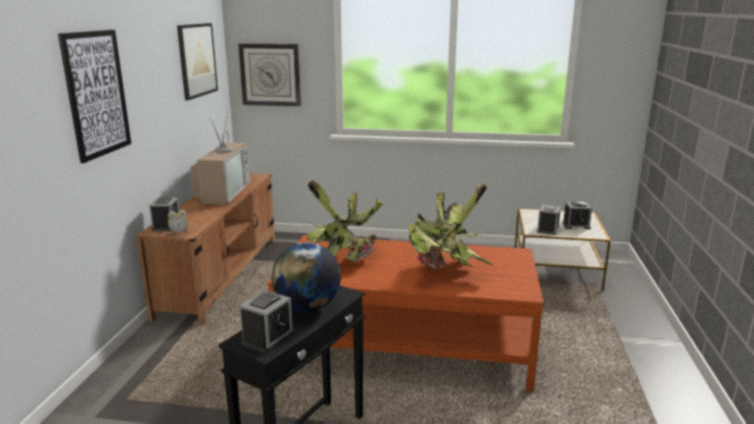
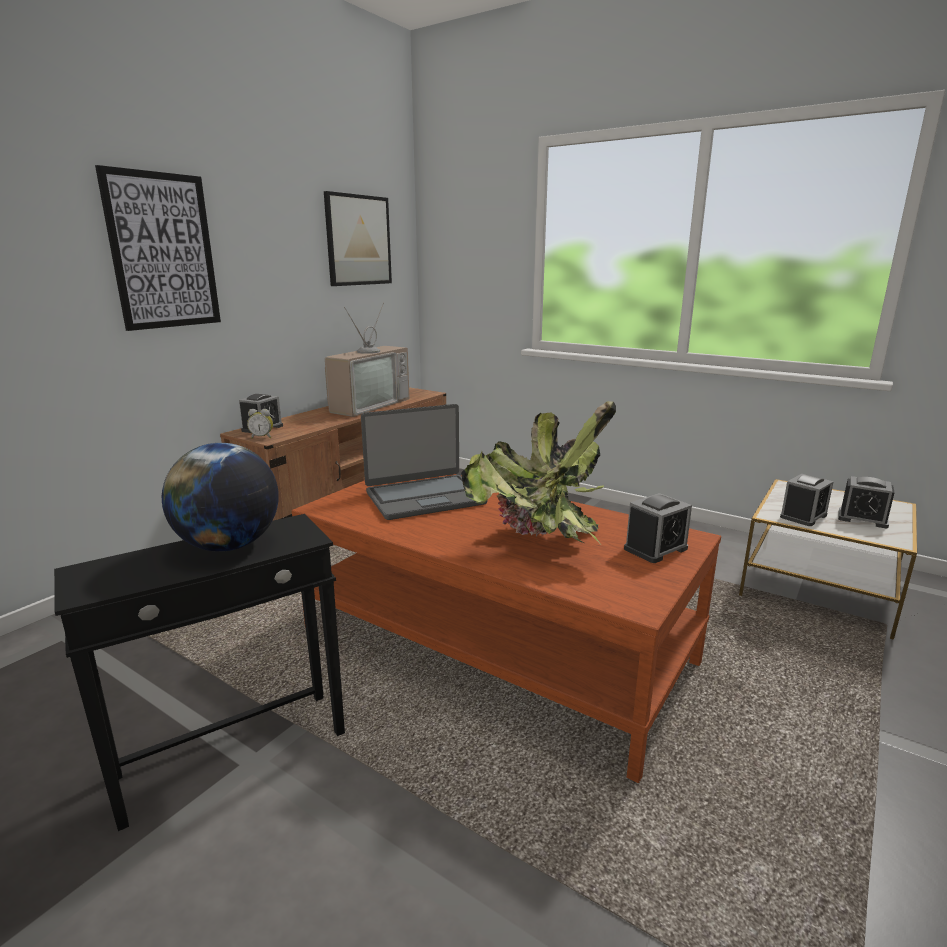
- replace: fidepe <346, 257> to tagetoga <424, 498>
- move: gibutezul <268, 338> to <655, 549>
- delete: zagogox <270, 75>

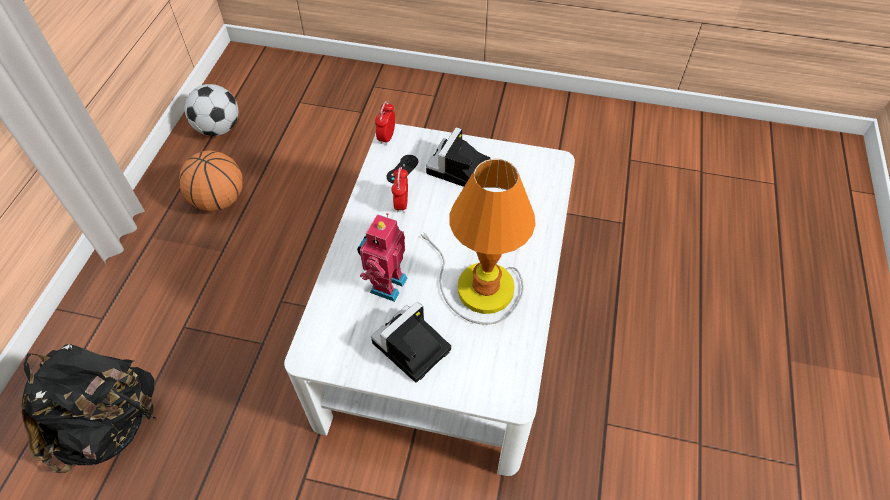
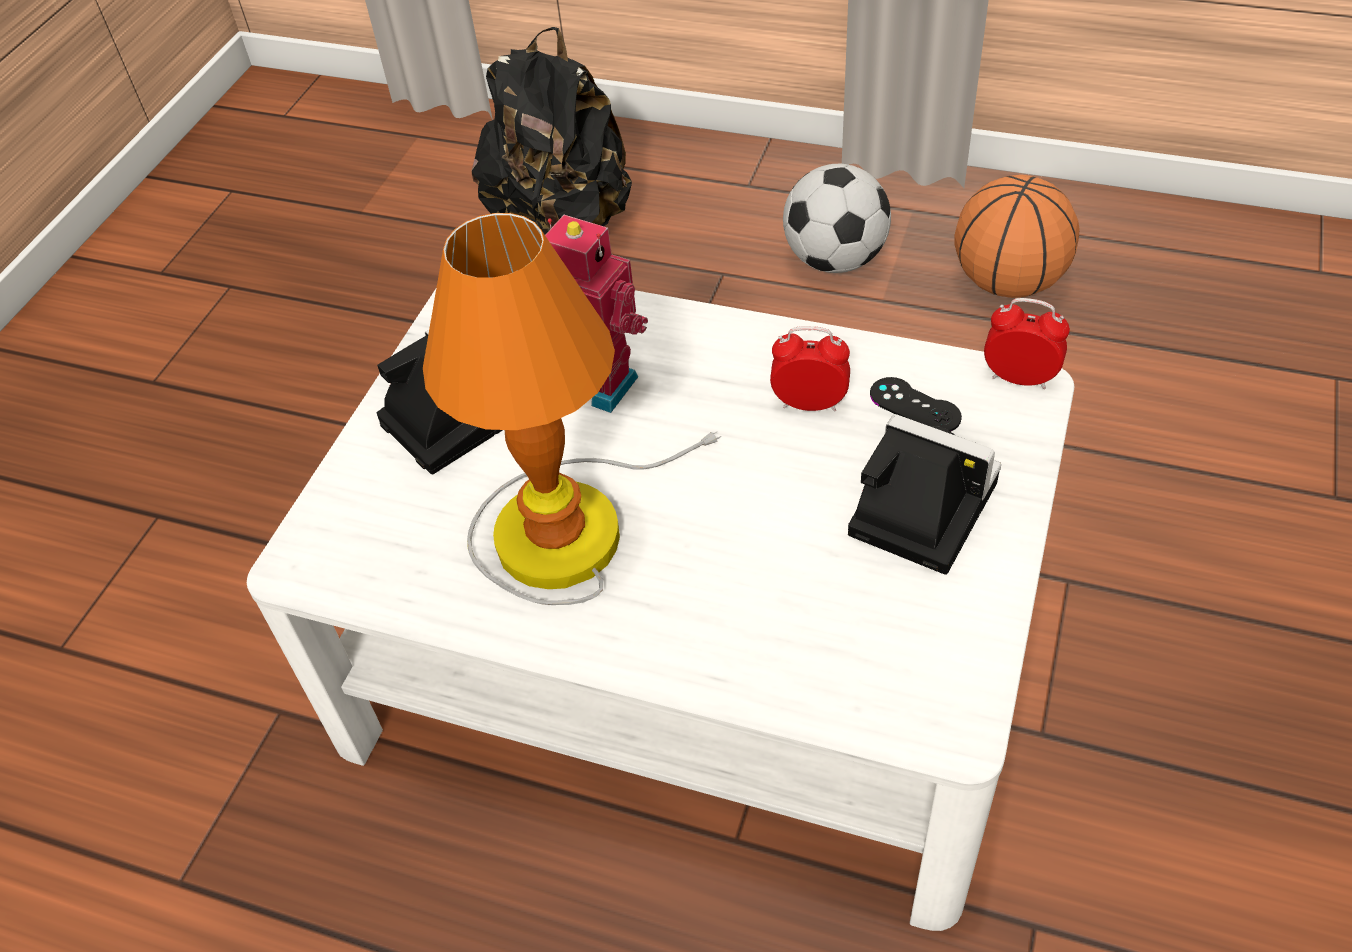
- move: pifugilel <218, 128> to <835, 260>

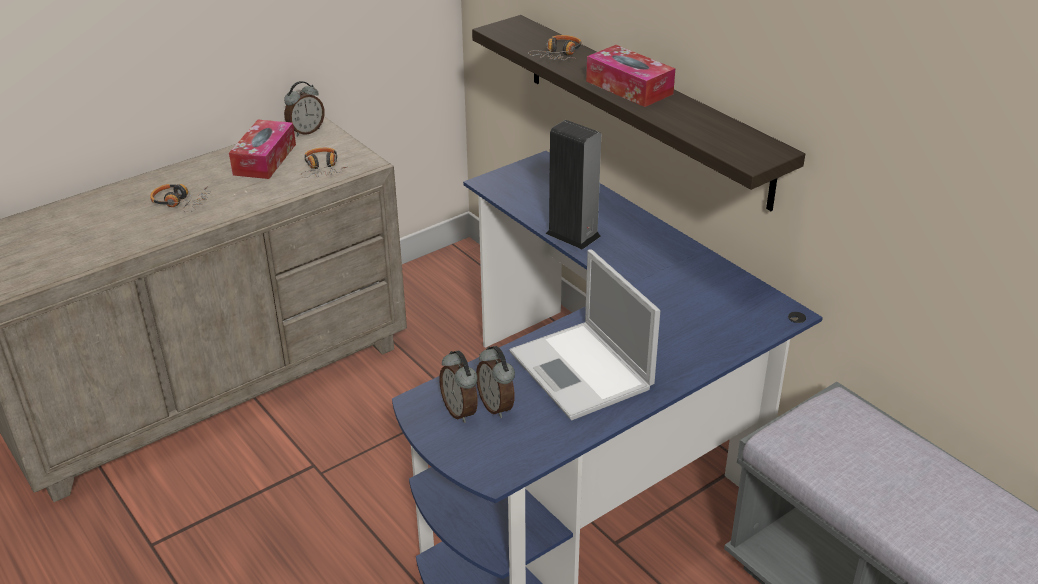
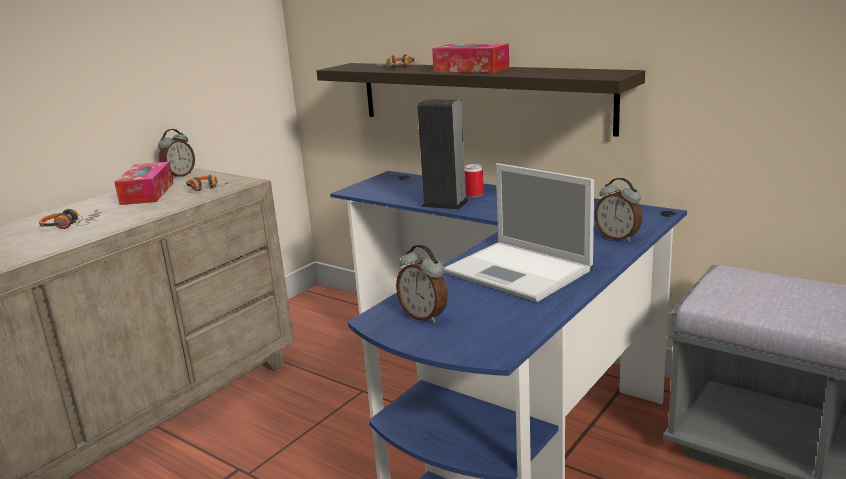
- insert: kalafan <474, 195>
- move: gibutezul <497, 406> to <618, 237>

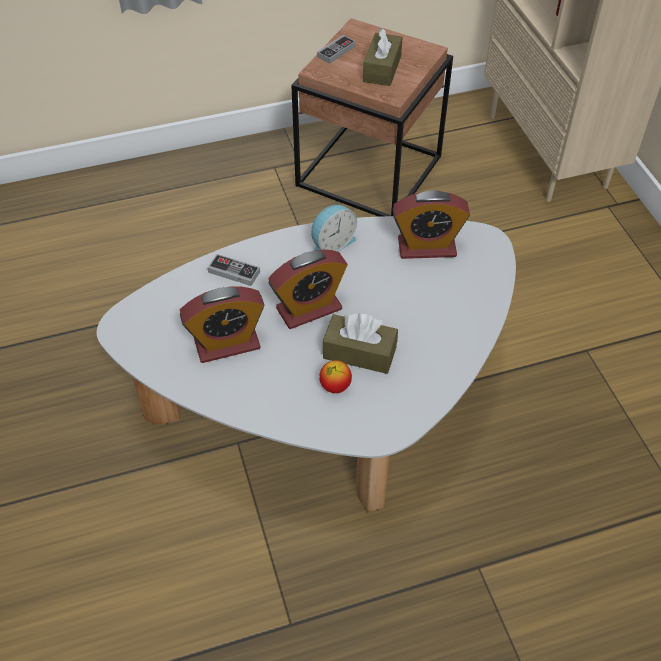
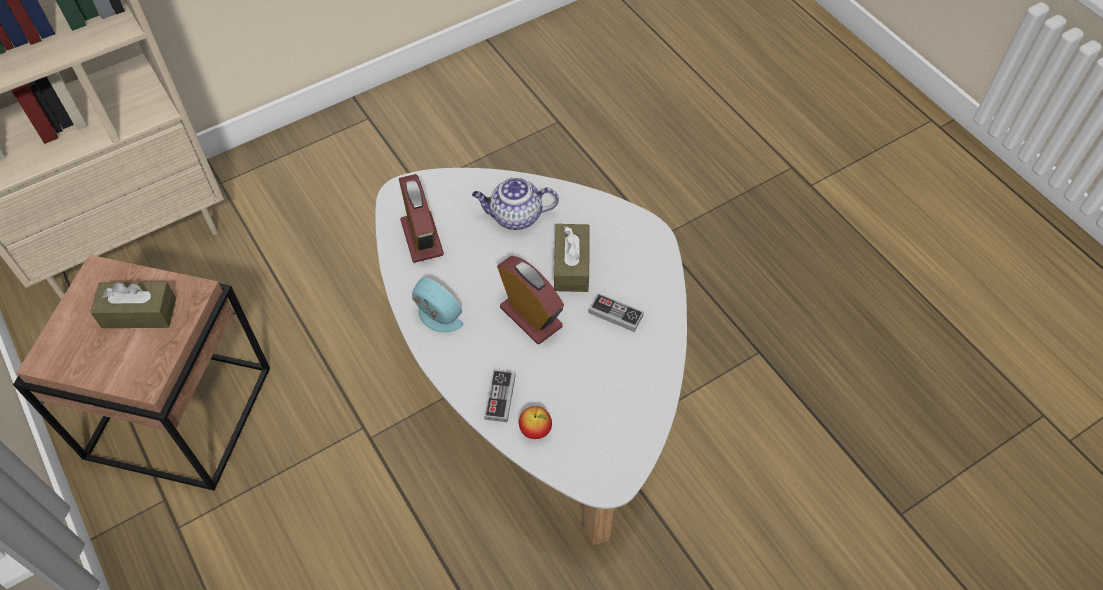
- insert: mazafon <515, 217>
- move: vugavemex <335, 386> to <535, 430>
- move: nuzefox <336, 51> to <615, 314>
- delete: gibutezul <227, 344>

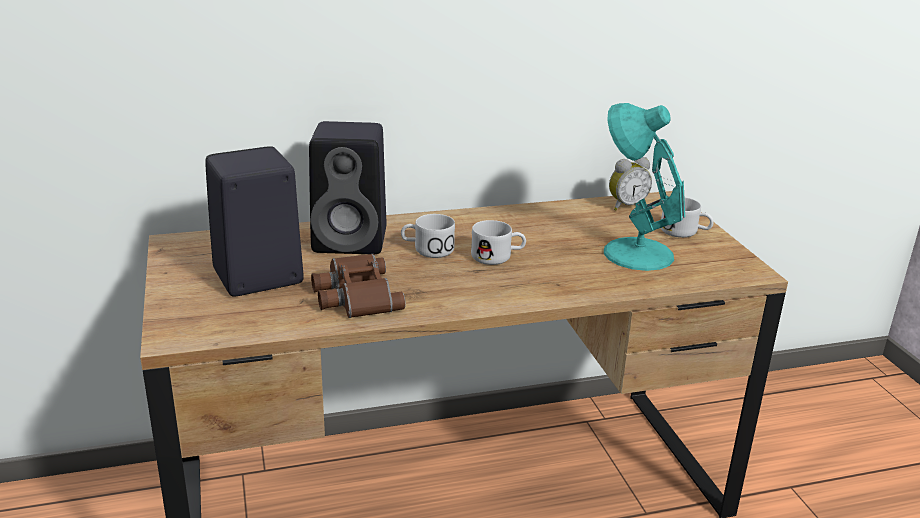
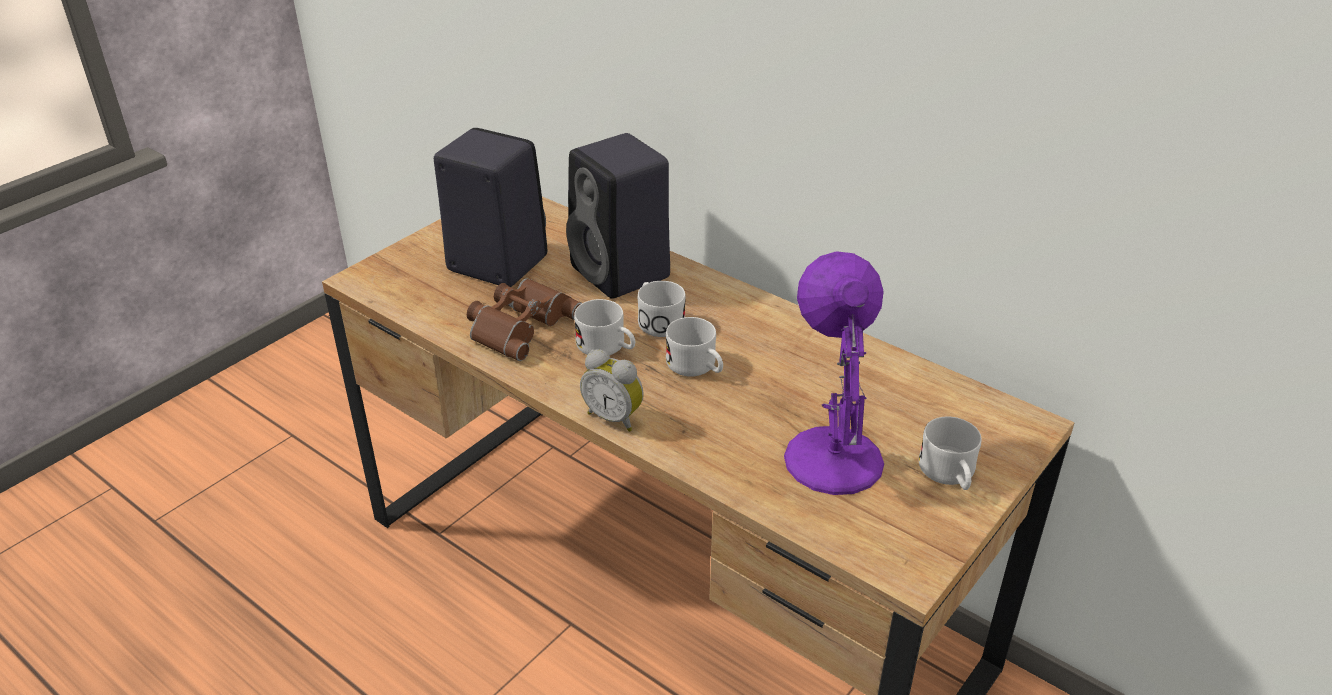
- insert: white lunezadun <607, 347>
- move: gibutezul <626, 206> to <615, 417>
- recolor: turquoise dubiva <634, 253> to purple dubiva <831, 456>

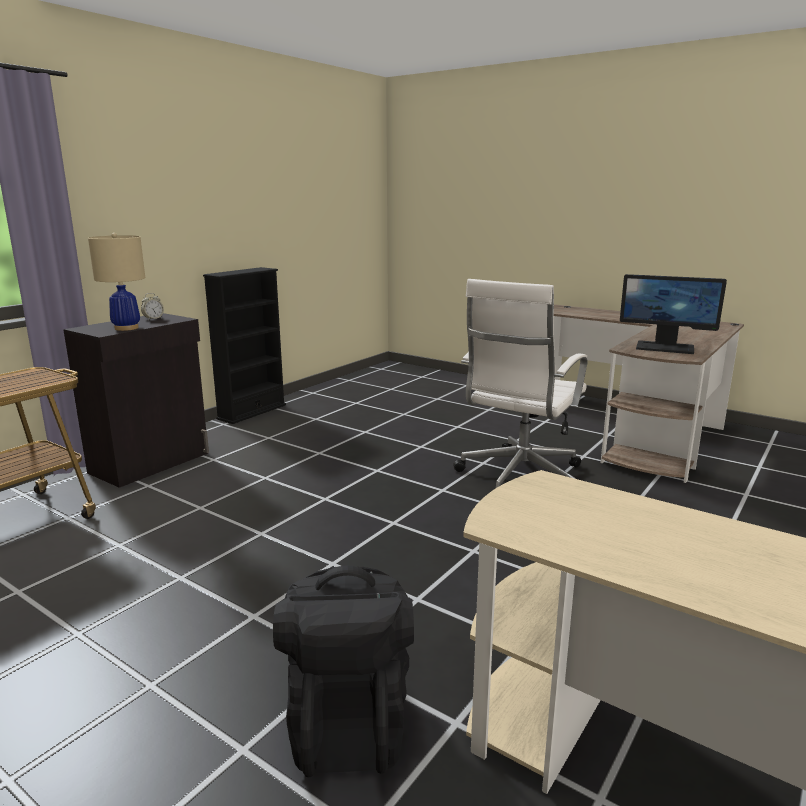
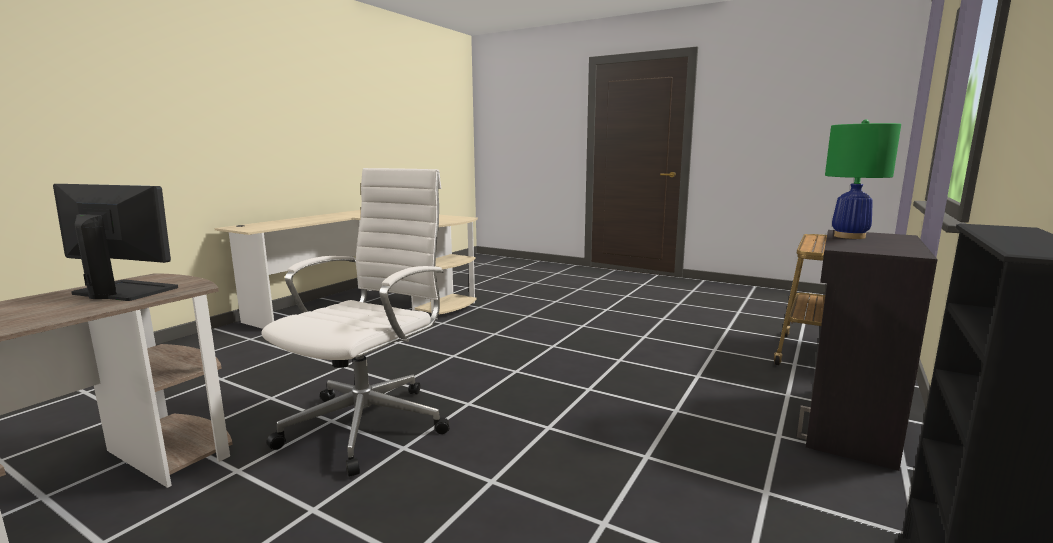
- recolor: beige dubiva <126, 328> to green dubiva <849, 236>
- delete: gibutezul <153, 319>
- delete: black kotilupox <348, 721>

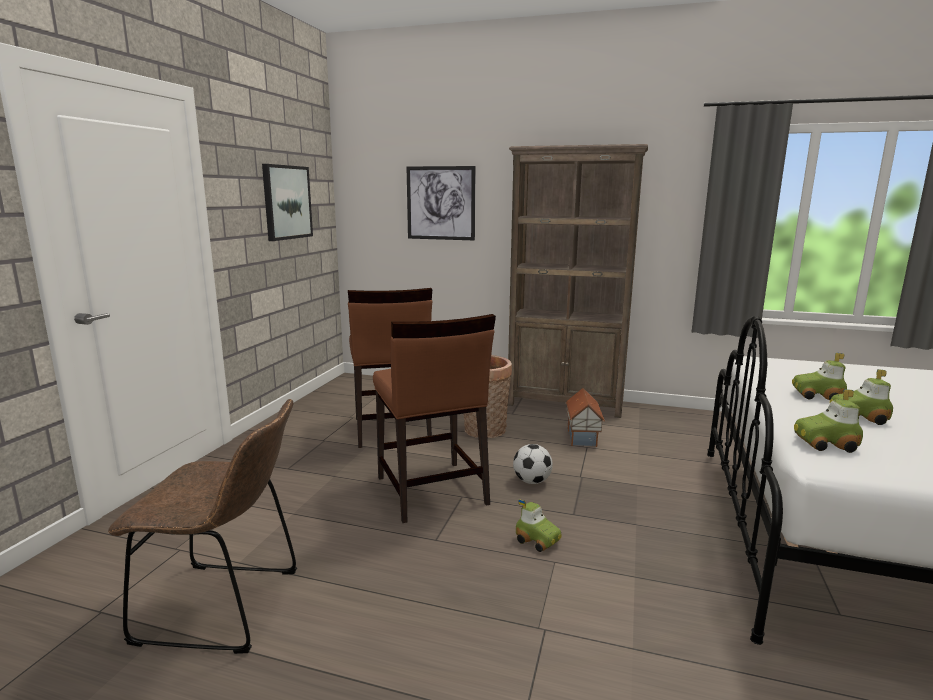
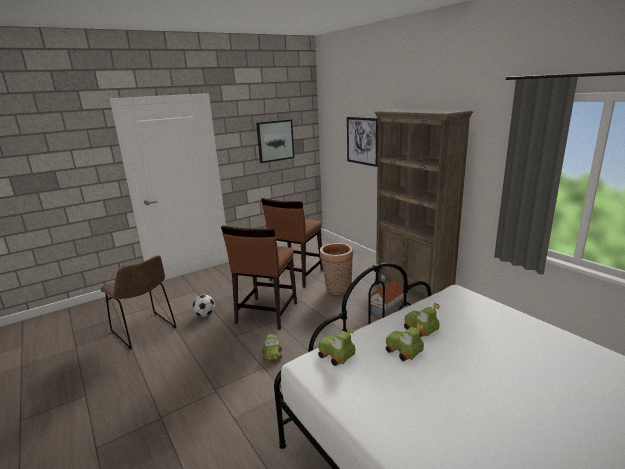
- move: pifugilel <532, 481> to <205, 314>

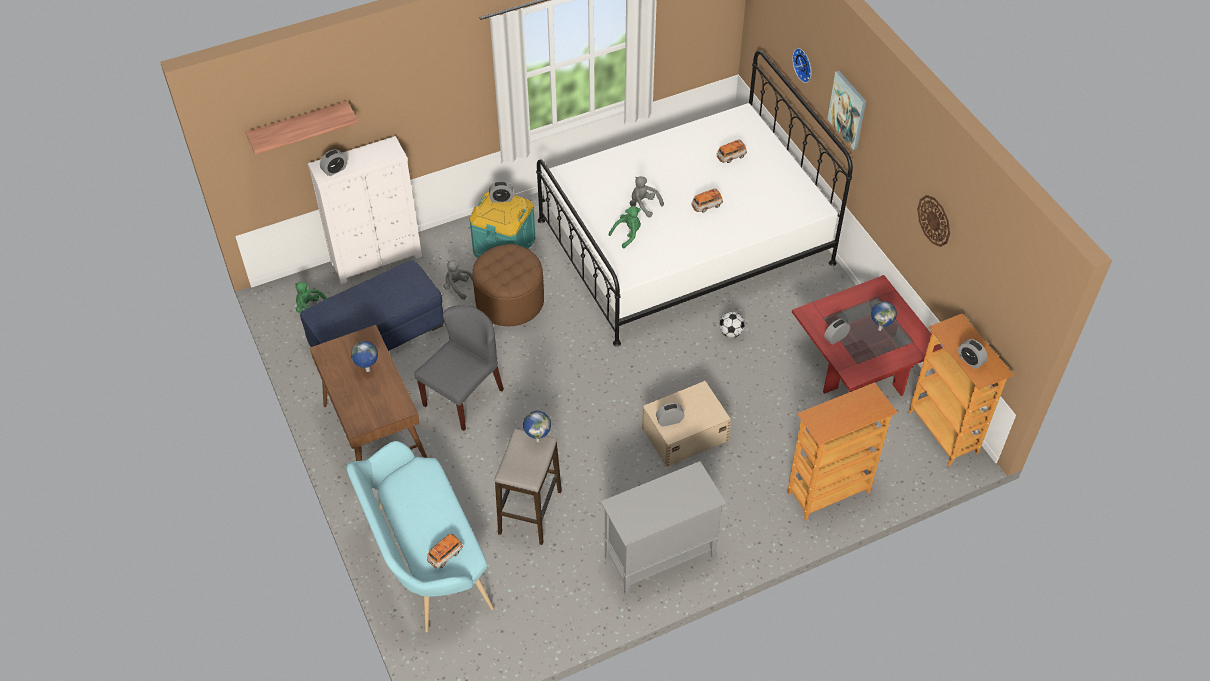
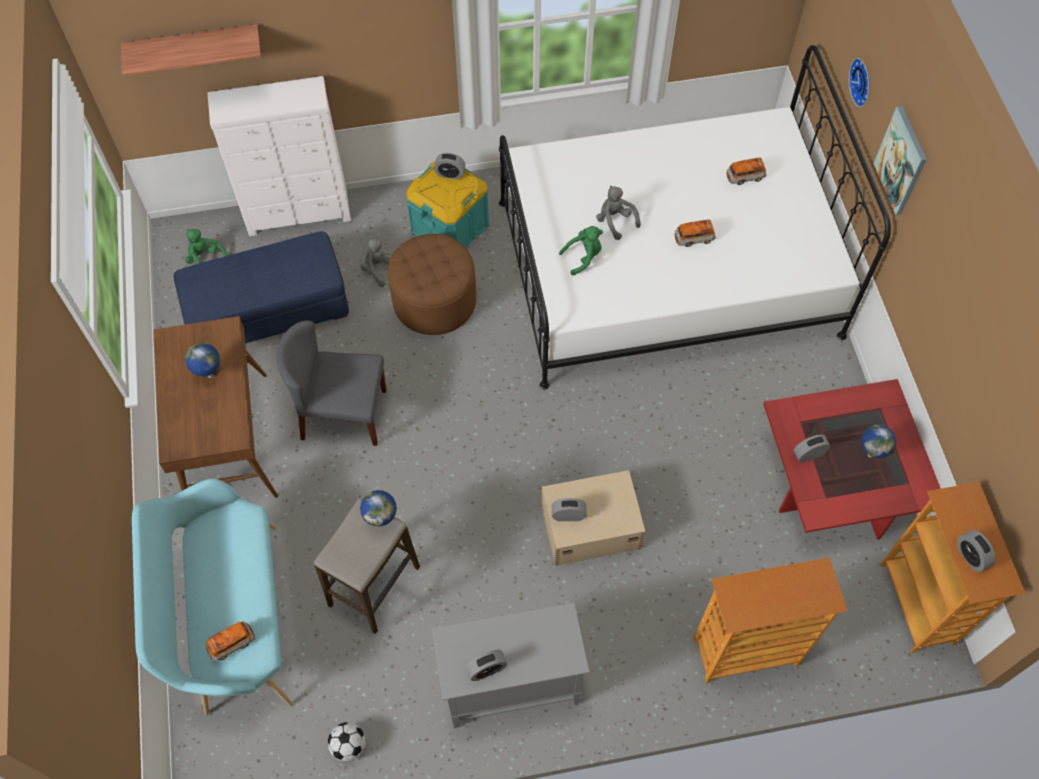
- rotate: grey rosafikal <463, 397> = <343, 414> 135 degrees counterclockwise
- move: pifugilel <731, 332> to <349, 746>
- move: gibutezul <335, 170> to <486, 669>
- delete: zagogox <934, 220>

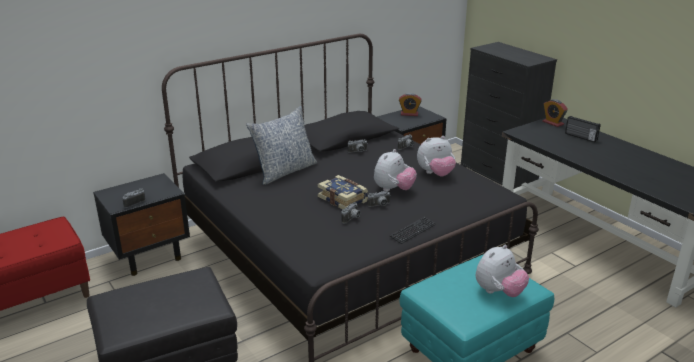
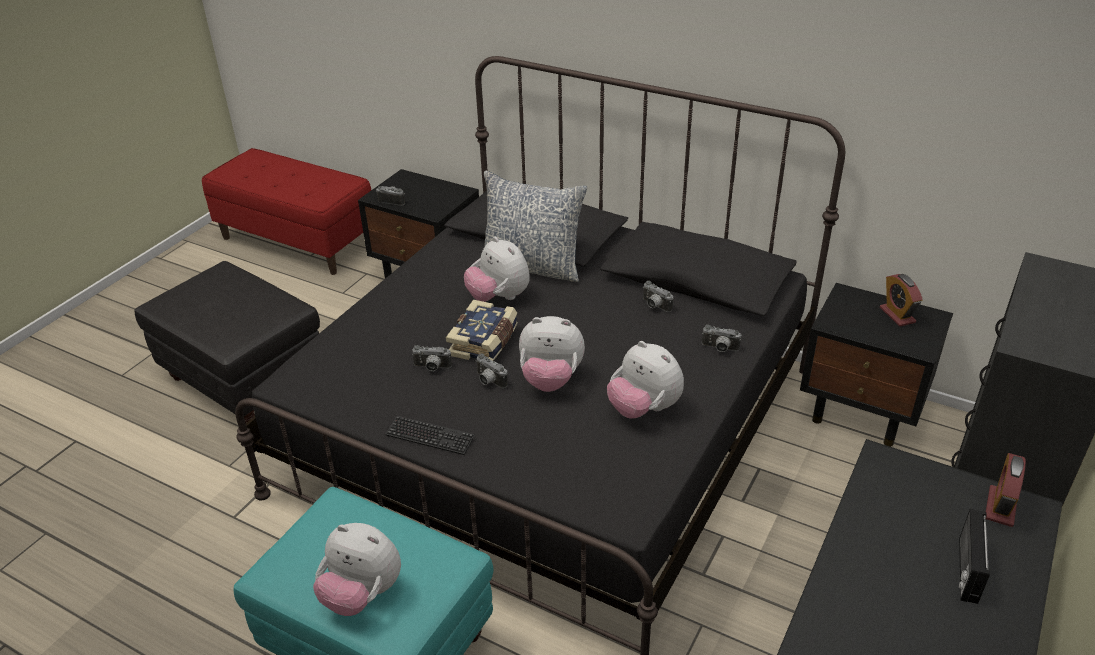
- insert: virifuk <498, 297>

